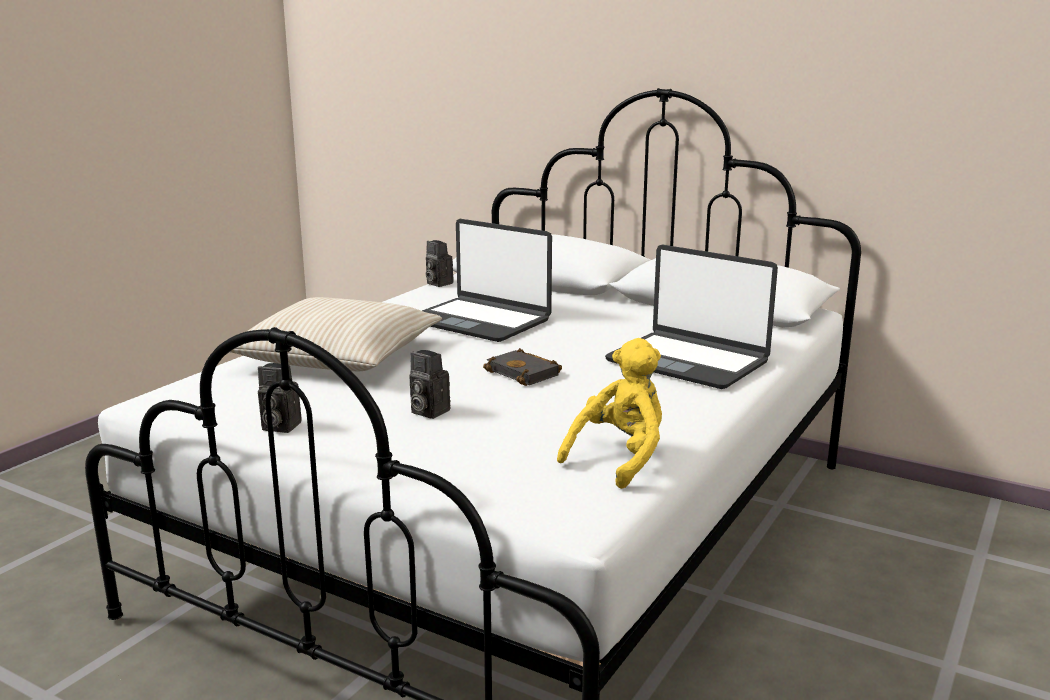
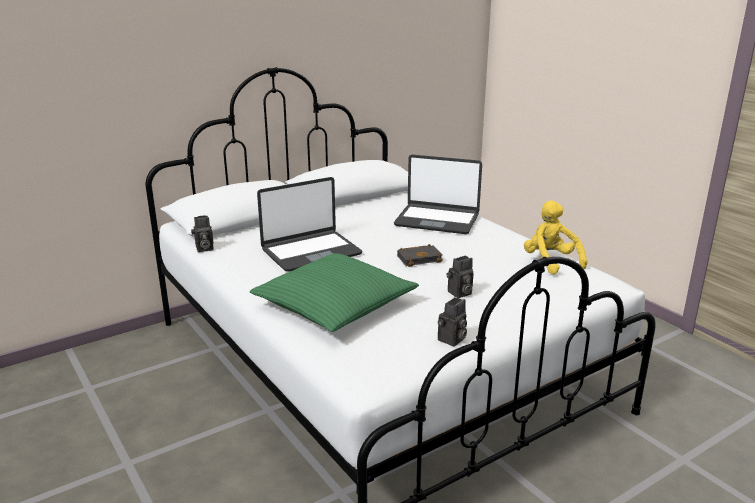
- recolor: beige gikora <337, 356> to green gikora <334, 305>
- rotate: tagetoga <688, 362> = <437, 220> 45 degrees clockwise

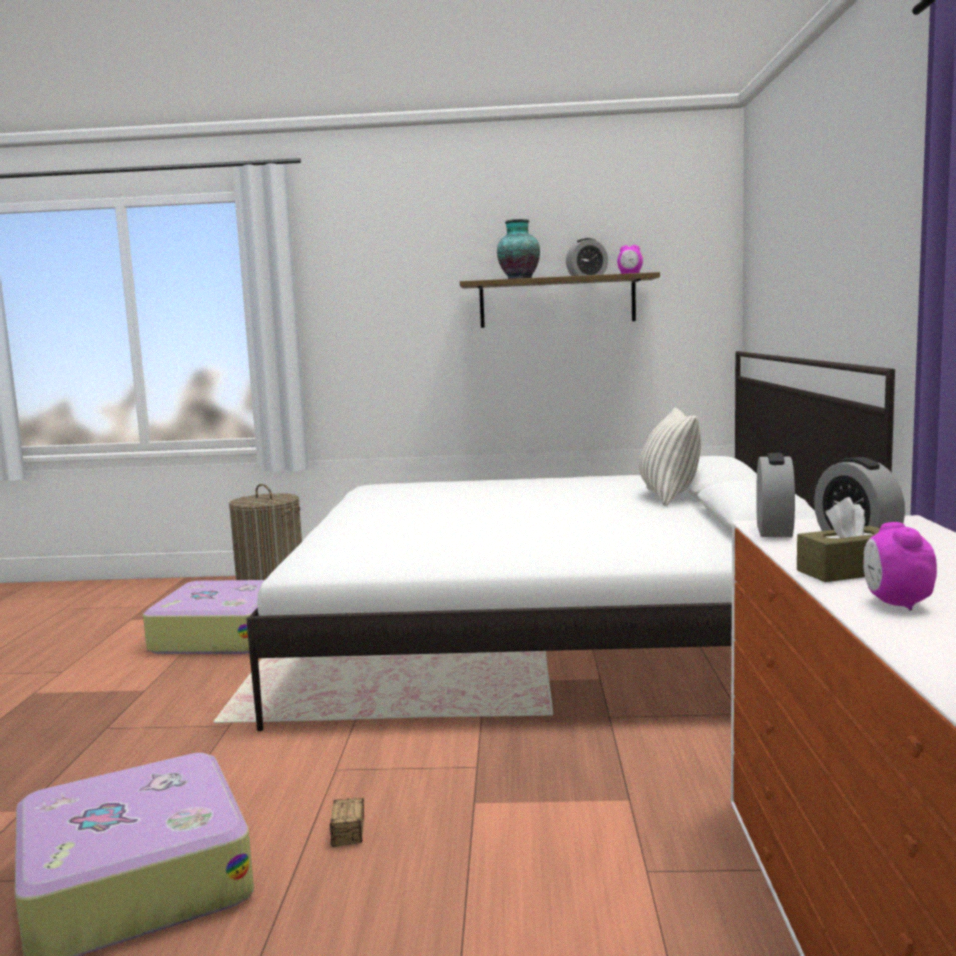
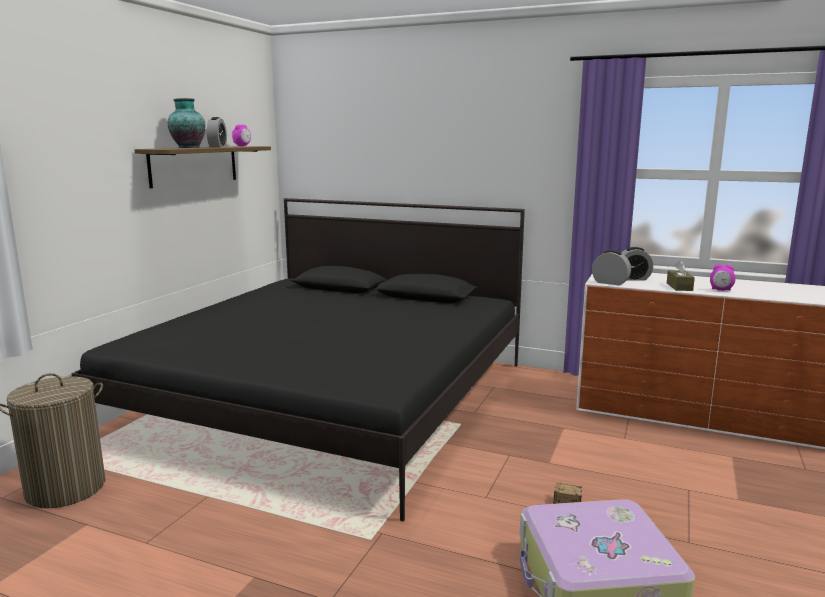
- recolor: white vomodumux <553, 628> to black vomodumux <330, 398>
- delete: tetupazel <221, 635>
- delete: gikora <669, 497>

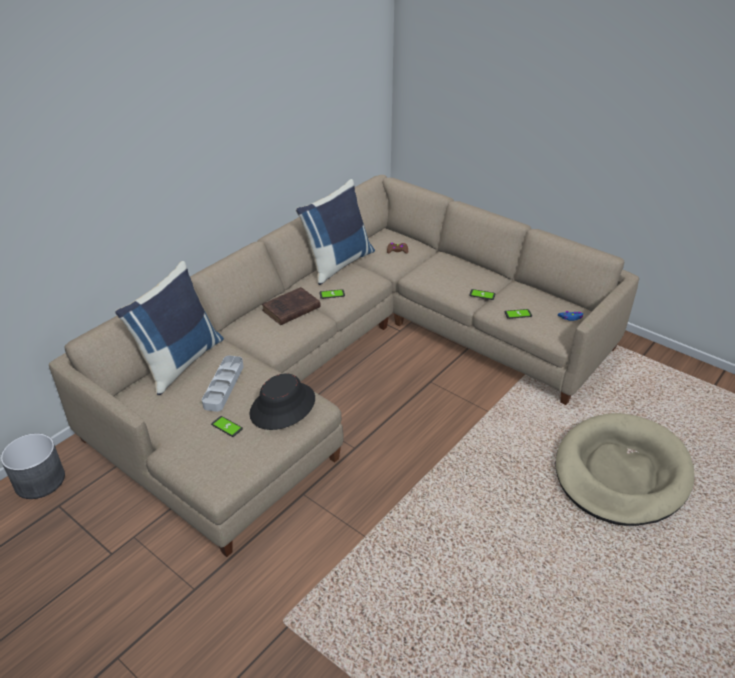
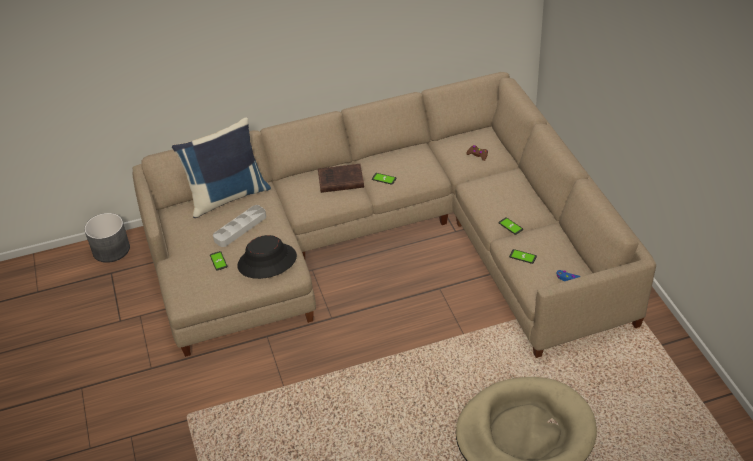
- delete: blue gikora <337, 263>

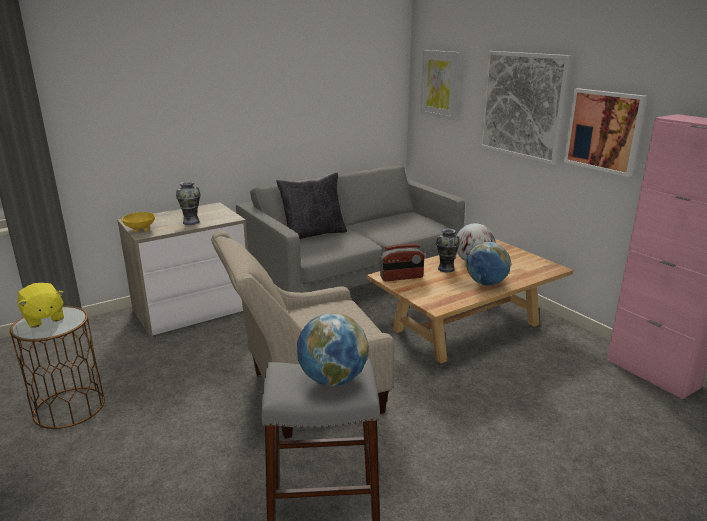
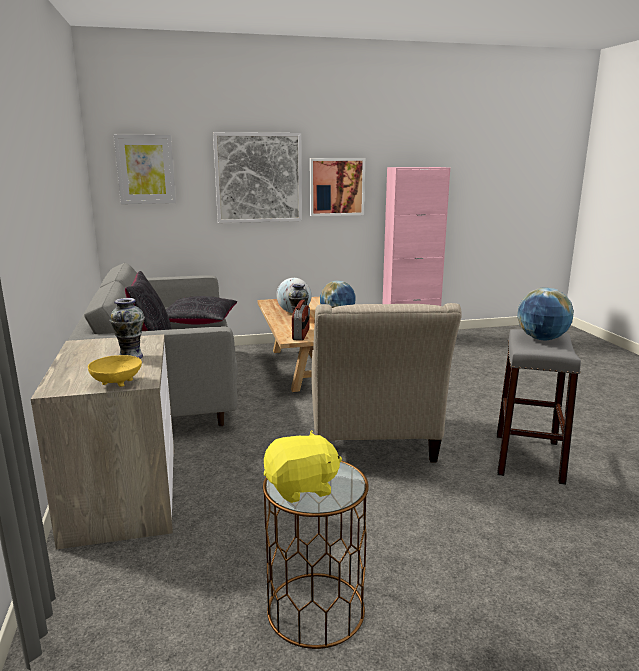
- insert: black gikora <199, 321>

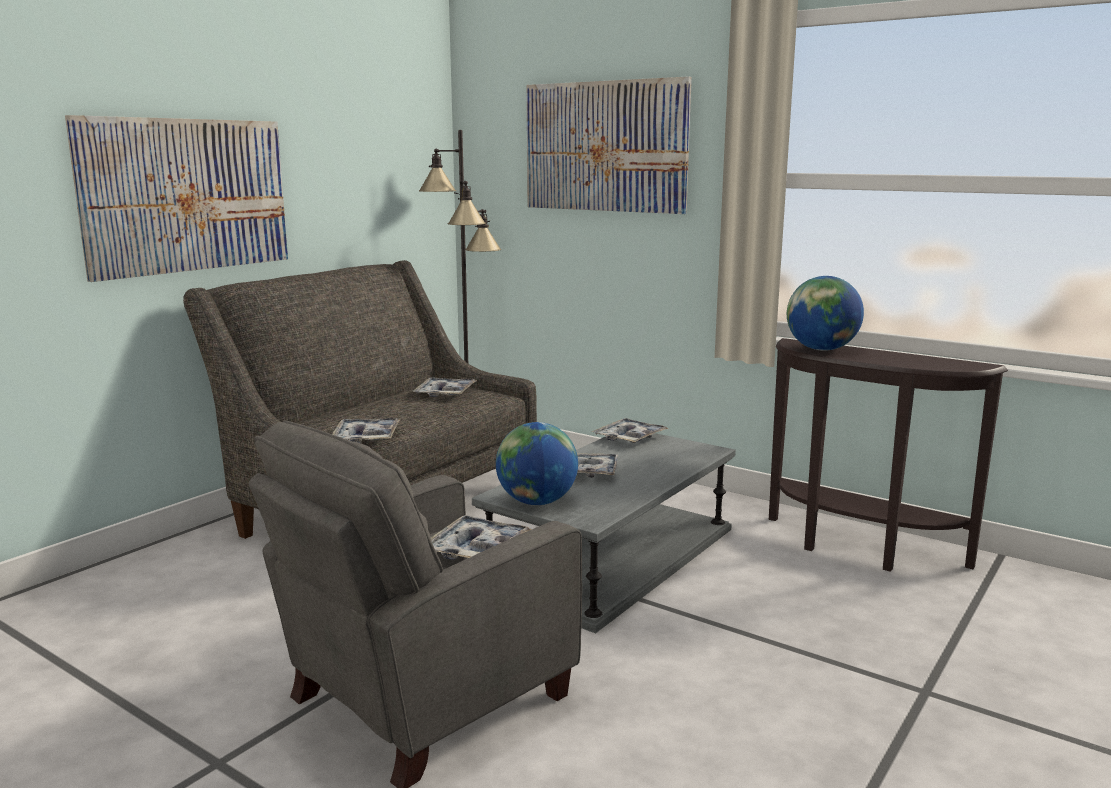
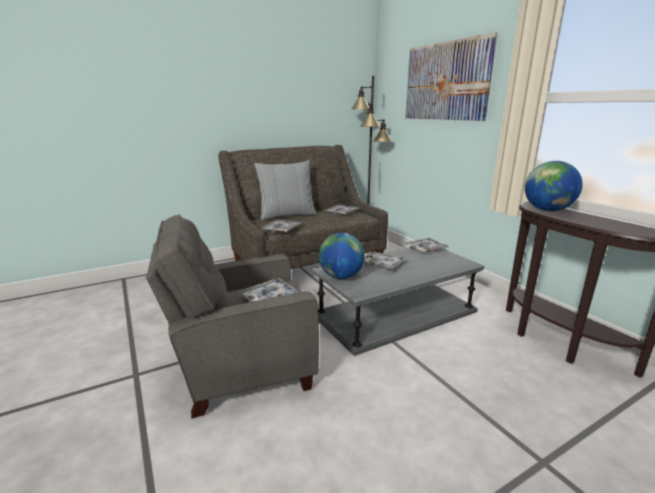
- insert: gikora <286, 215>
- delete: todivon <187, 195>

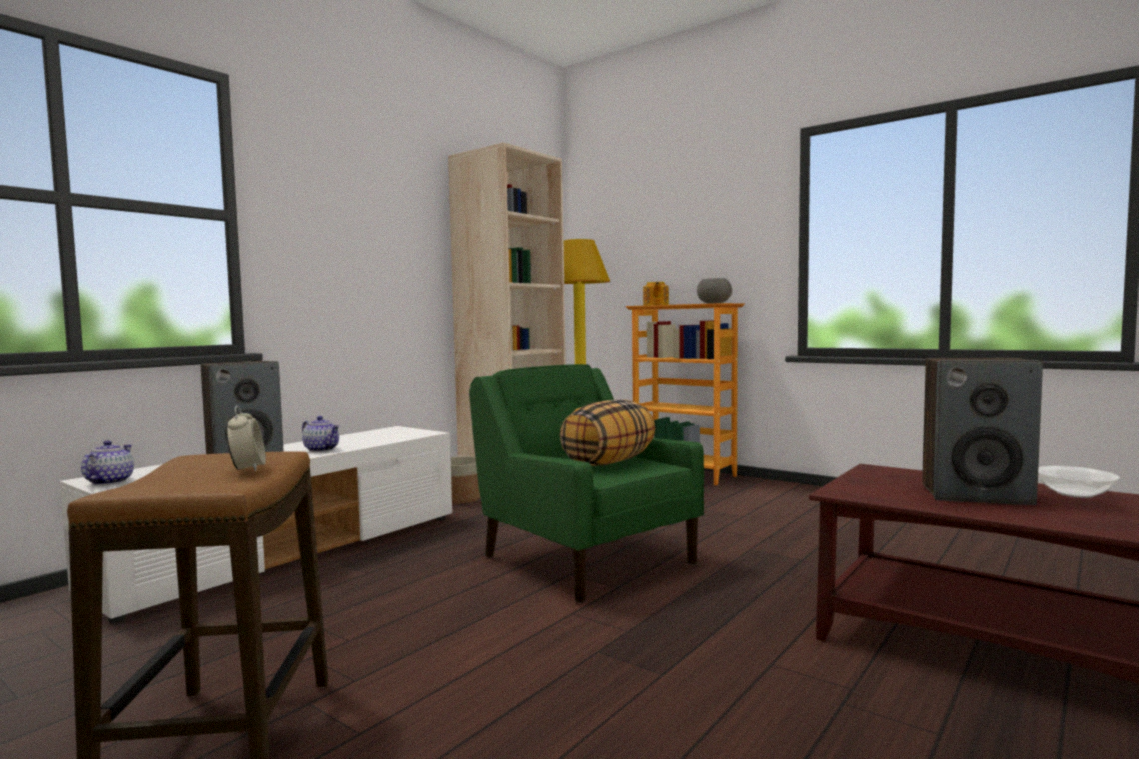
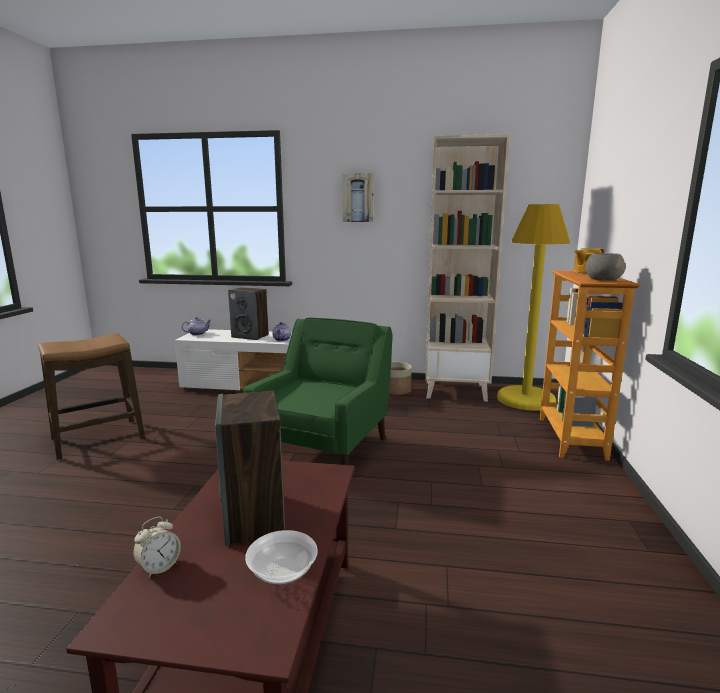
- move: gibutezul <247, 468> to <159, 567>
- insert: todivon <358, 198>
- delete: gikora <608, 462>

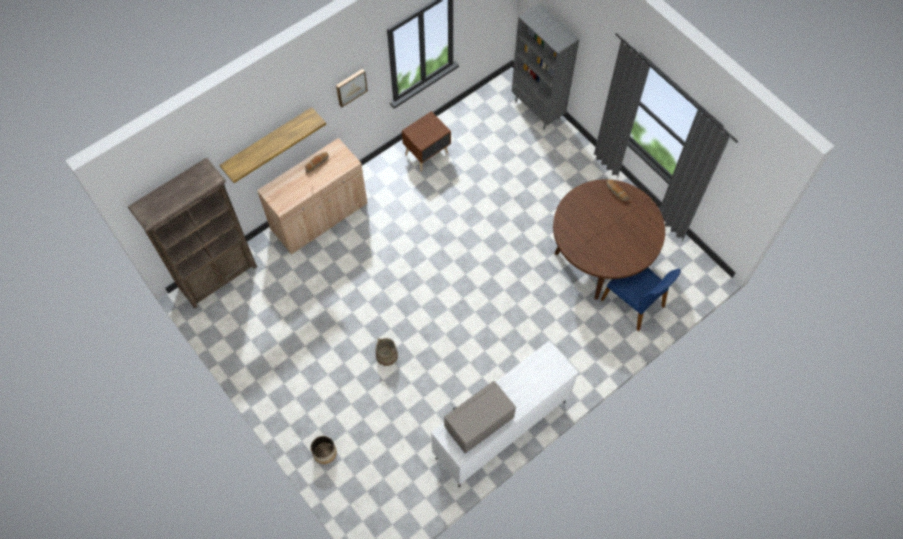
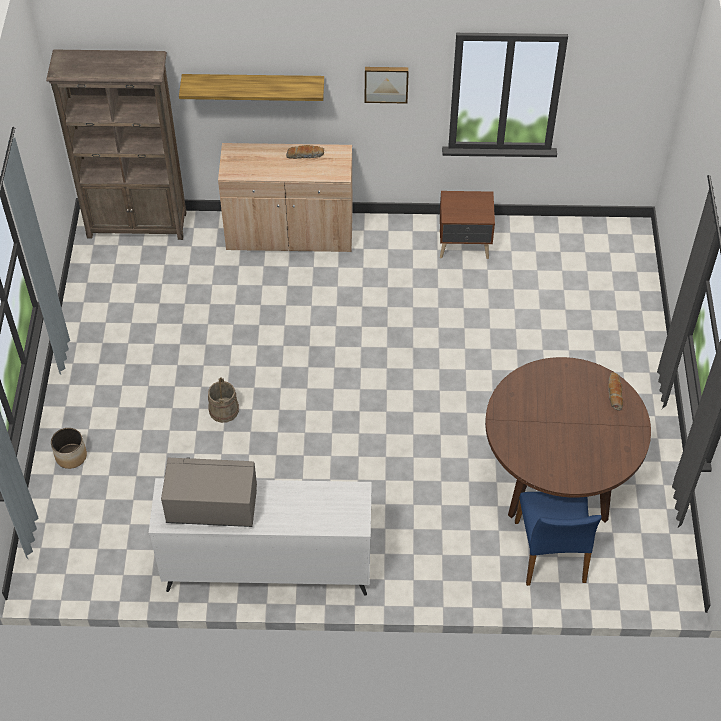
- delete: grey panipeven <538, 110>

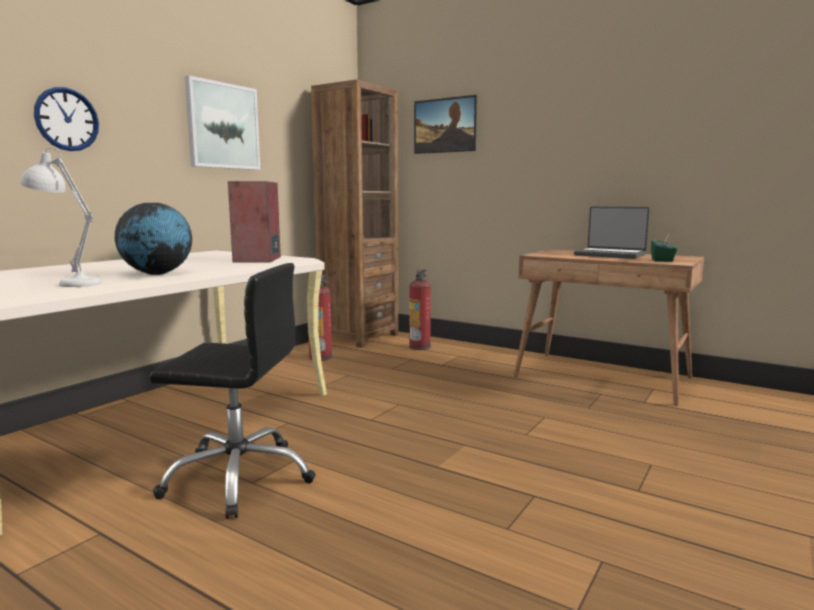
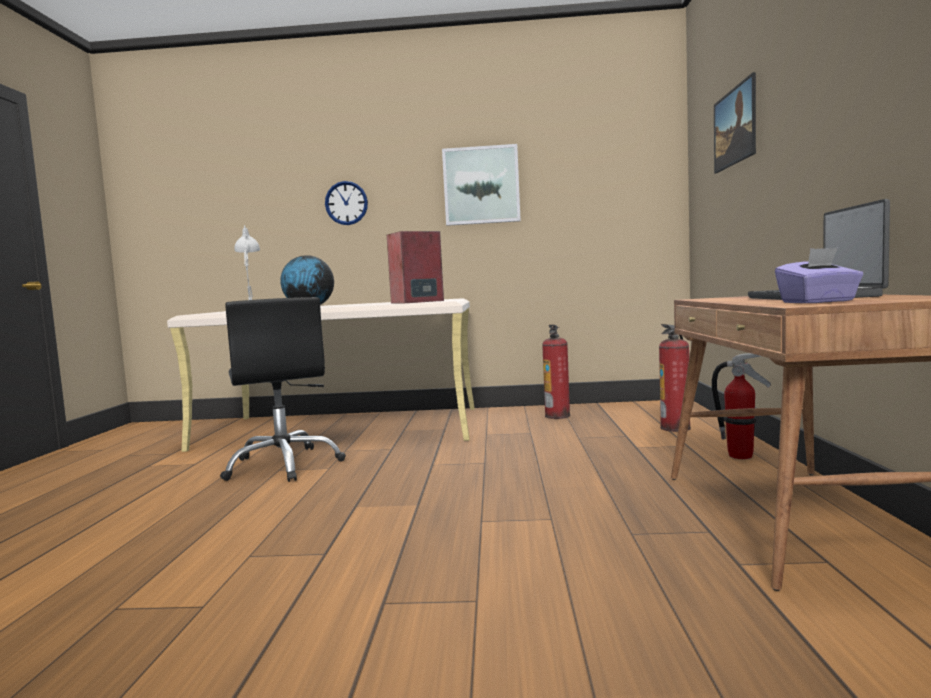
- insert: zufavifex <741, 456>
- recolor: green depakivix <662, 260> to purple depakivix <818, 302>
- delete: brown panipeven <359, 337>

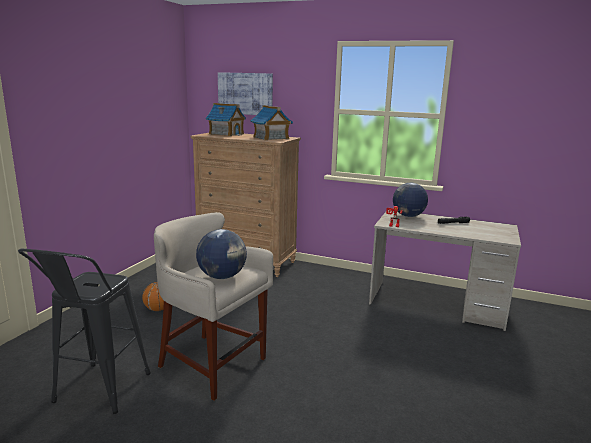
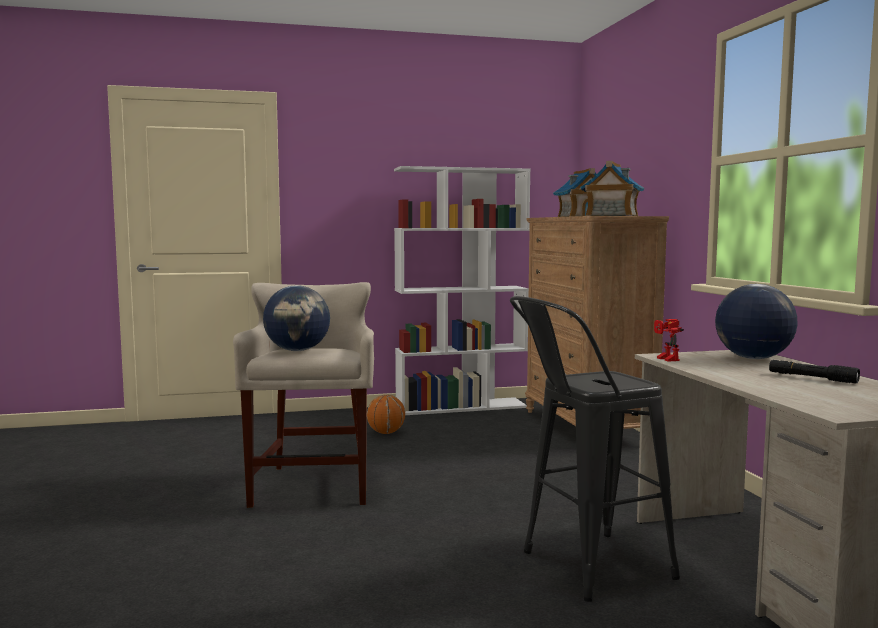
- insert: white panipeven <461, 407>
- move: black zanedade <96, 394> to <584, 568>
- delete: todivon <245, 93>

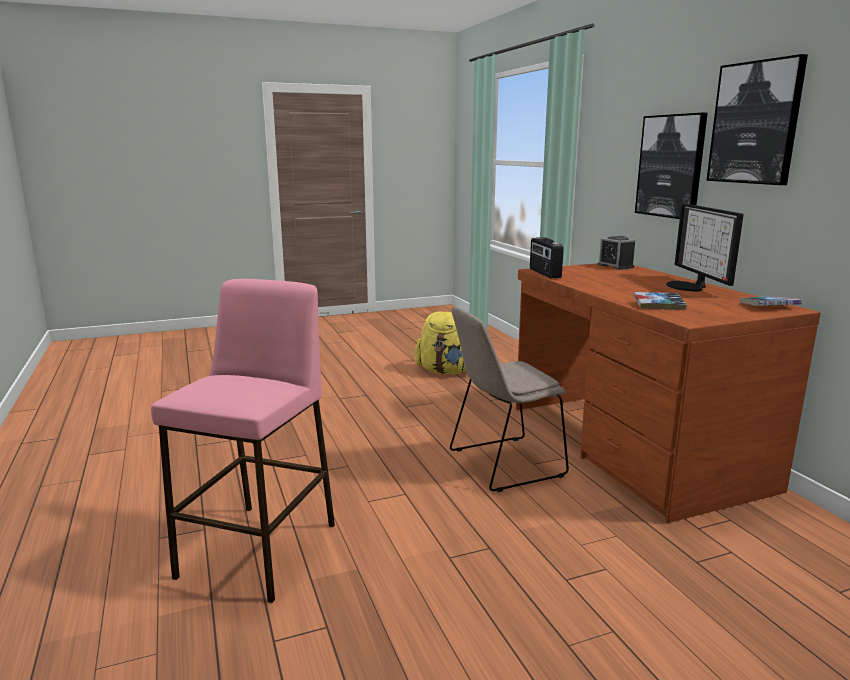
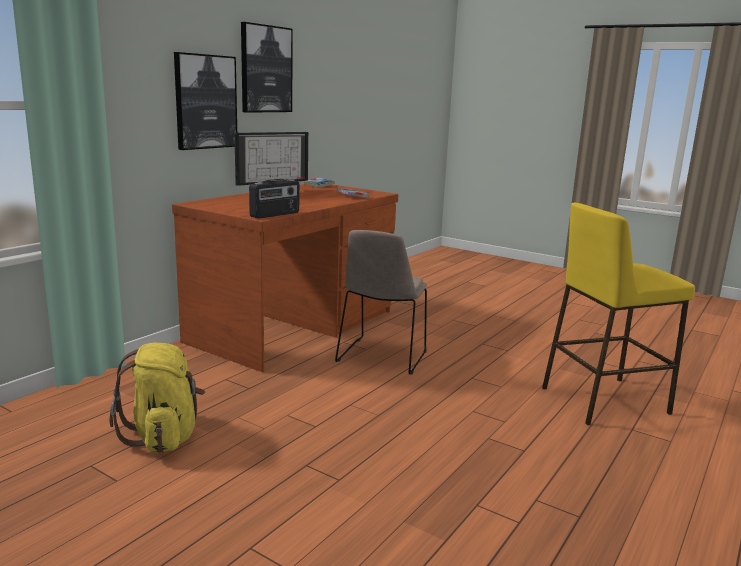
- rotate: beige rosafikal <502, 464> = <381, 357> 75 degrees clockwise
- recolor: pink zanedade <259, 549> to yellow zanedade <603, 400>
- delete: gibutezul <615, 266>

